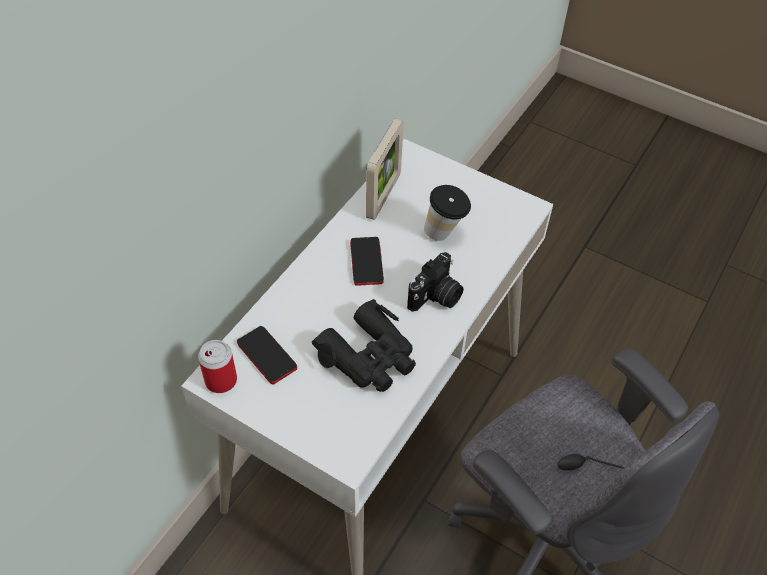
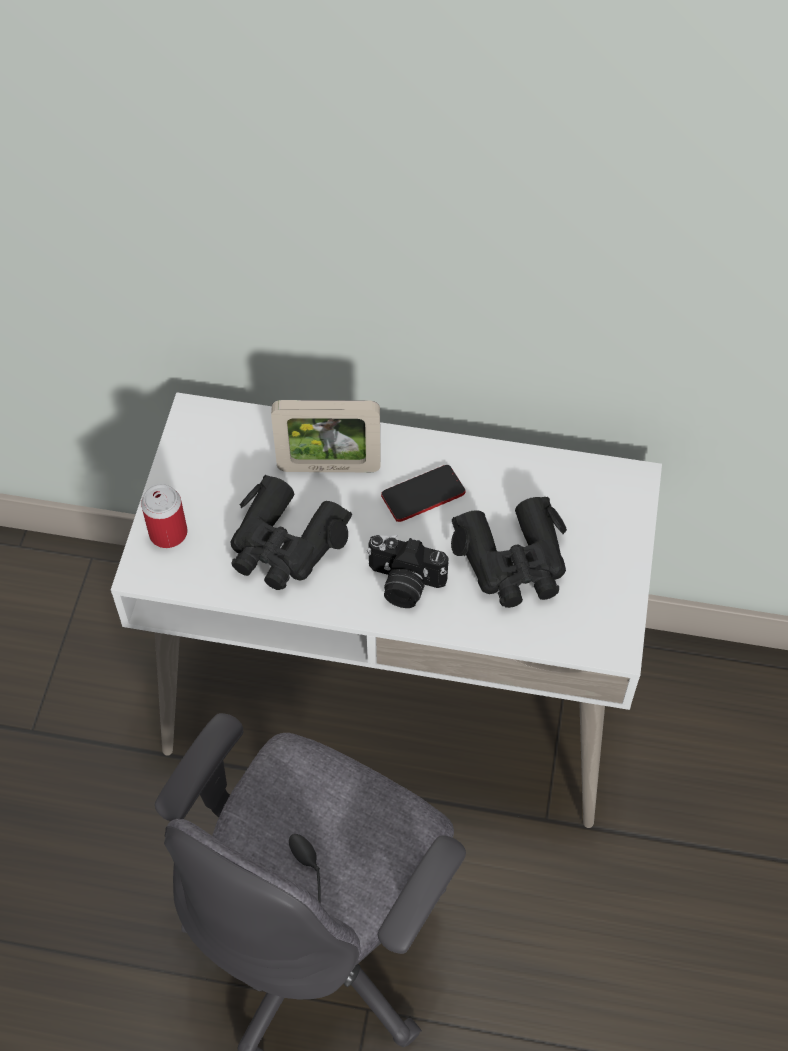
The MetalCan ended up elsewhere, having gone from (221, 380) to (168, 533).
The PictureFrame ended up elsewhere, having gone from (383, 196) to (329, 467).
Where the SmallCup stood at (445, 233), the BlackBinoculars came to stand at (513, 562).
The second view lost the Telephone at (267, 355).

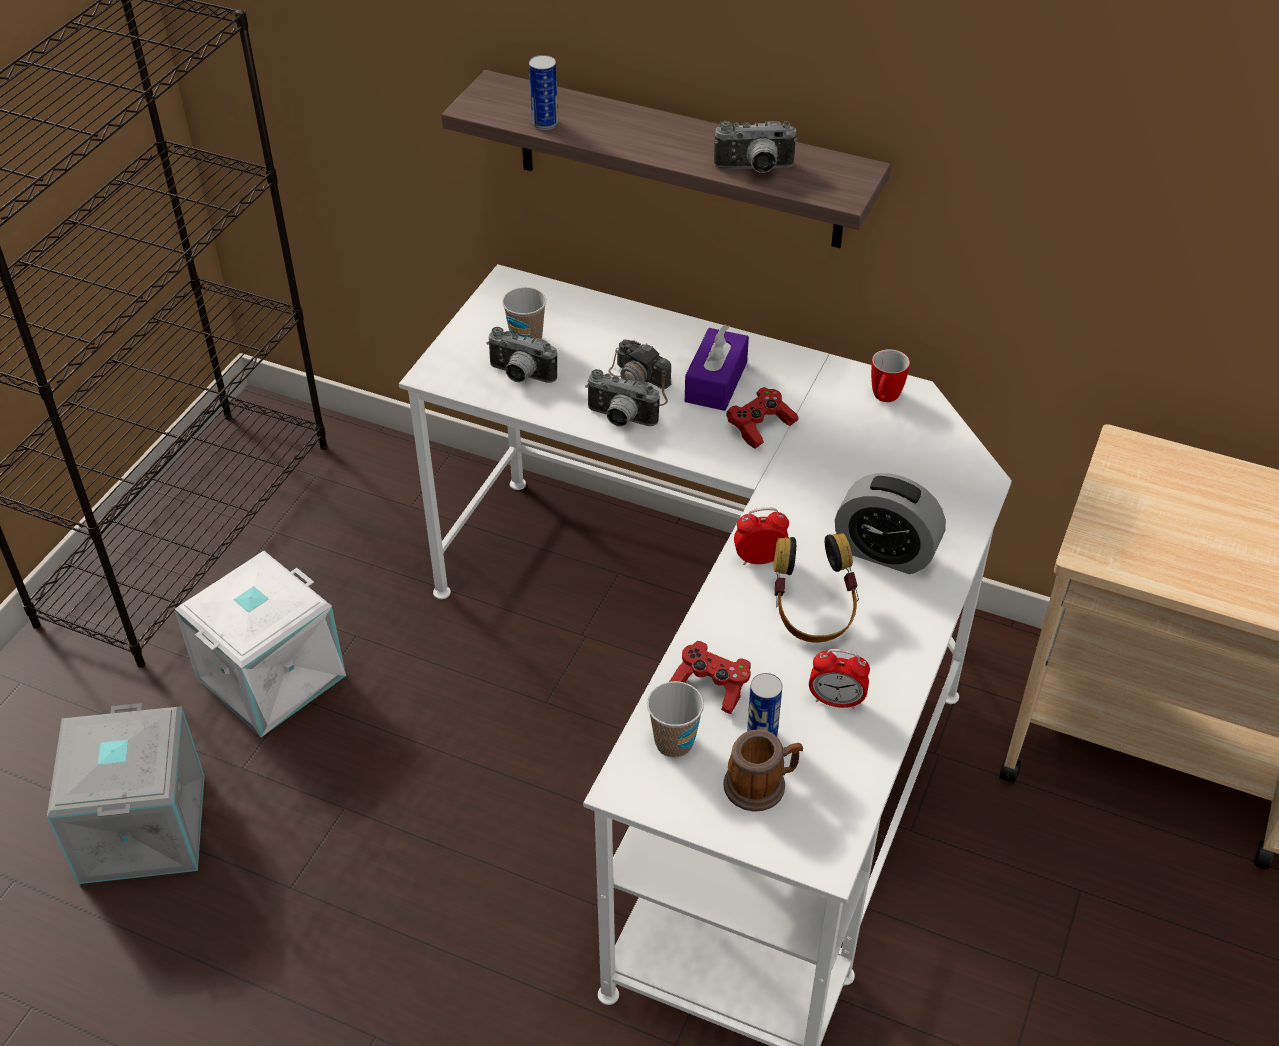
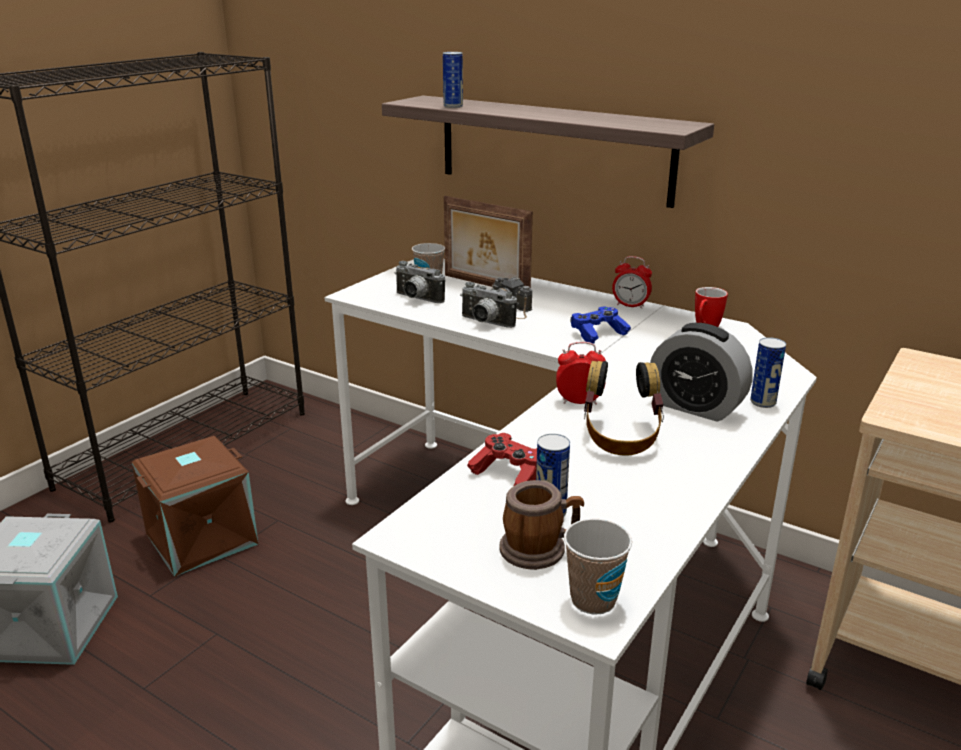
What was the WhitishStorageBox at (270, 675) turned into the BrownColouredStorageBox at (201, 537).
The second view gained the PictureFrame at (485, 285).
The SmallCup ended up elsewhere, having gone from (674, 743) to (593, 600).
What was the RedColouredGameController at (760, 426) turned into the BluishGameController at (598, 334).
The BedsideClock ended up elsewhere, having gone from (836, 701) to (630, 305).
The second view gained the MetalCan at (763, 402).
The second view lost the PurpleColouredTissueHolder at (716, 382).
The second view lost the StillCamera at (754, 170).

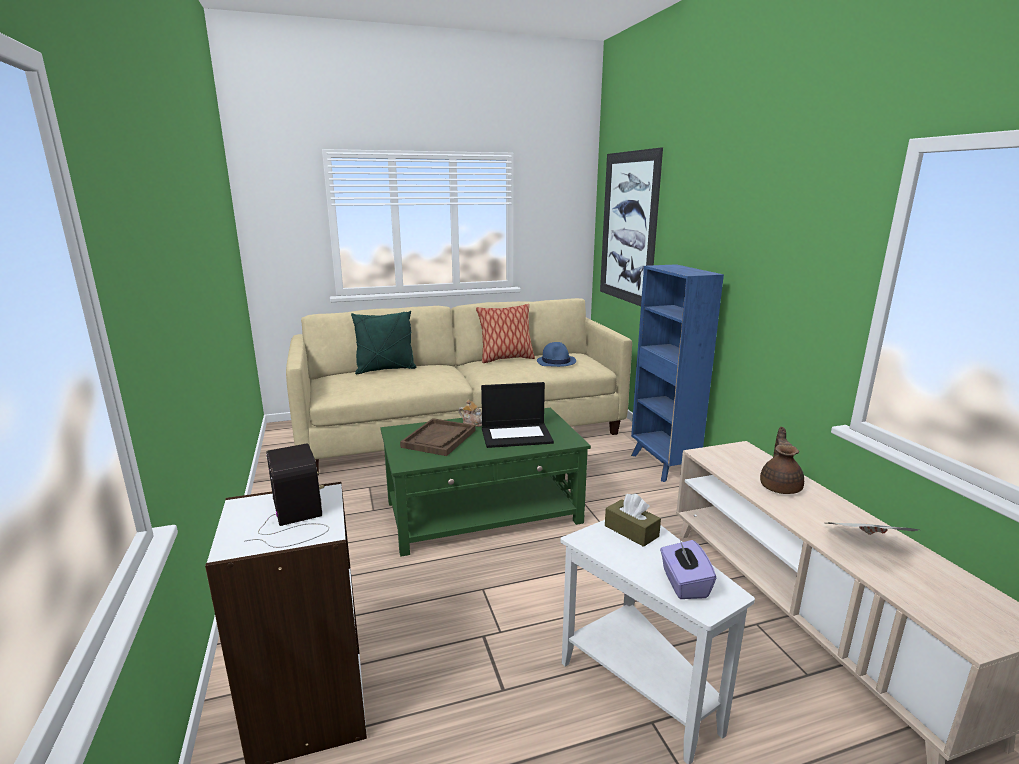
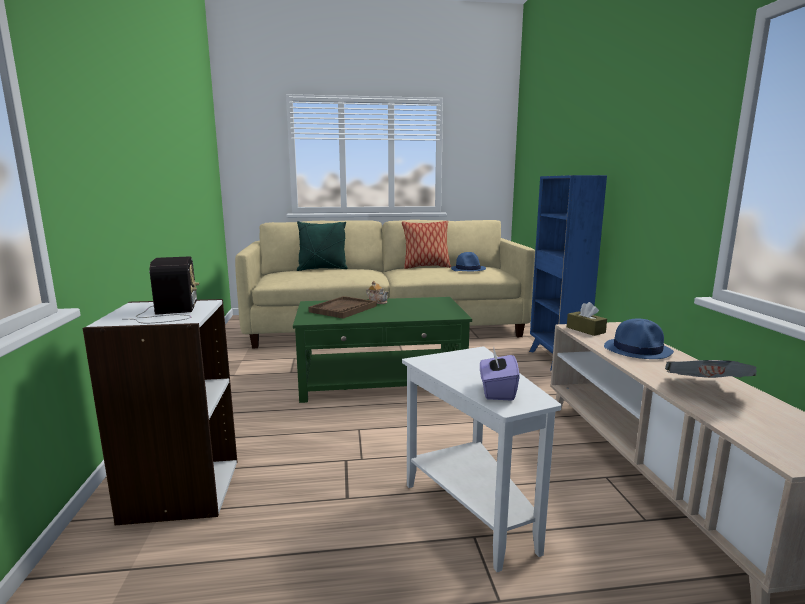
The BrownColouredTissueHolder ended up elsewhere, having gone from (631, 531) to (585, 330).
Where the BrownColouredPotForTea stood at (780, 486), the BluishWearableHat came to stand at (638, 350).
The second view lost the NotebookComputer at (517, 435).
The second view lost the WallArt at (628, 228).

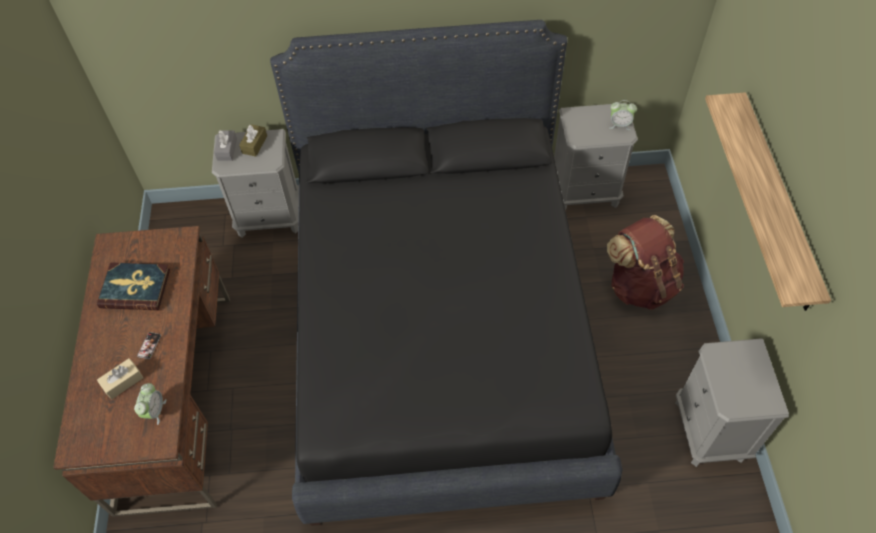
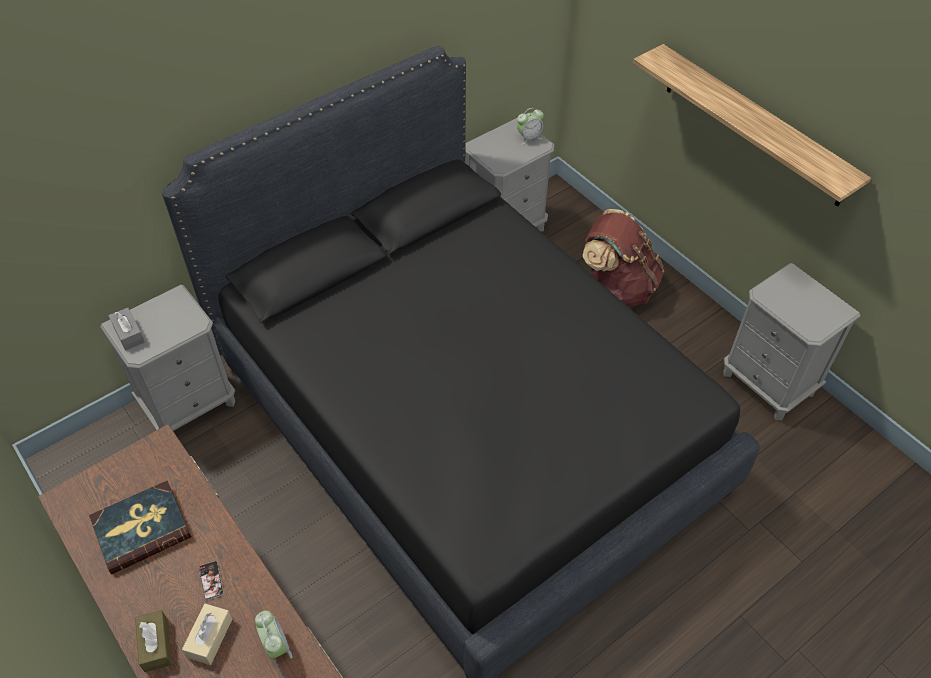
The BrownColouredTissueHolder ended up elsewhere, having gone from (254, 144) to (156, 645).

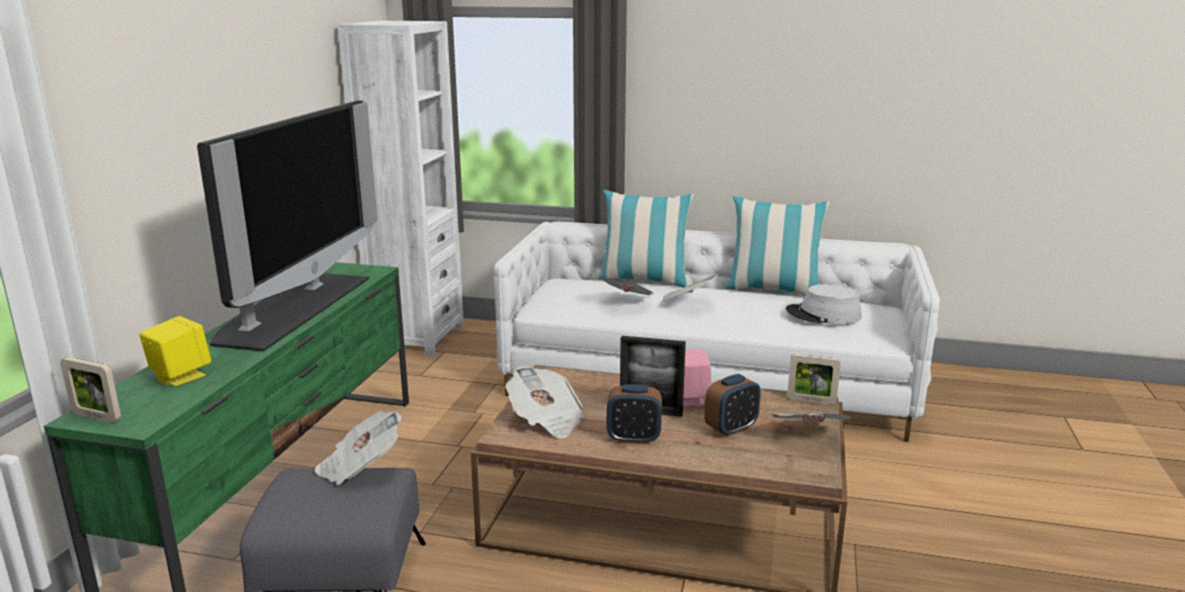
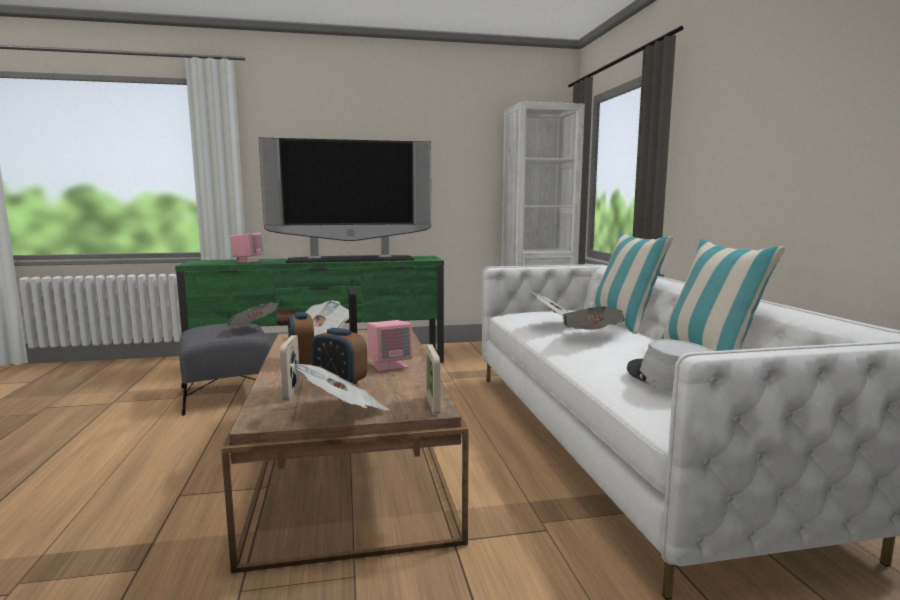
What was the YellowAudioSpeaker at (180, 376) turned into the PinkColouredAudioSpeaker at (248, 261).
The PictureFrame ended up elsewhere, having gone from (96, 417) to (291, 392).

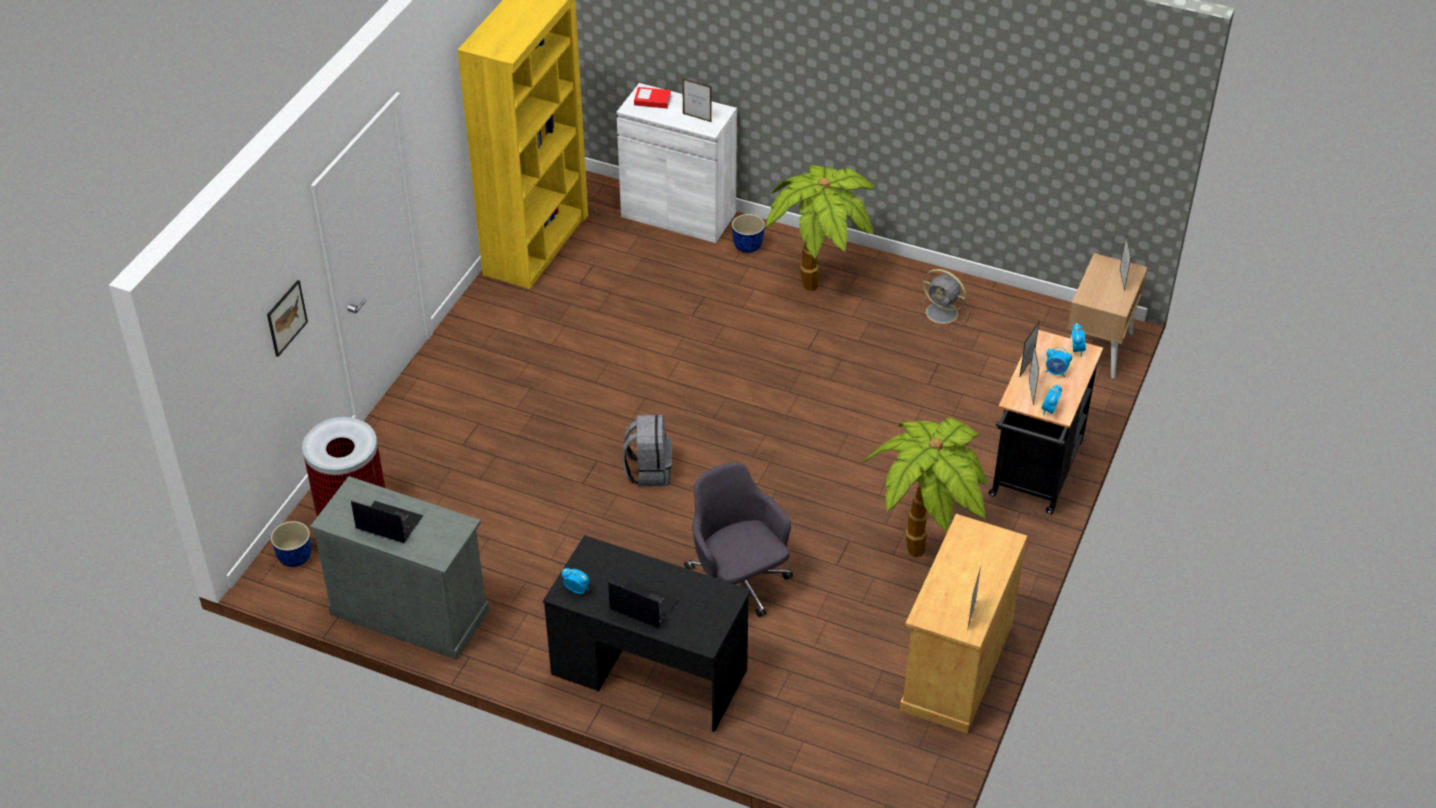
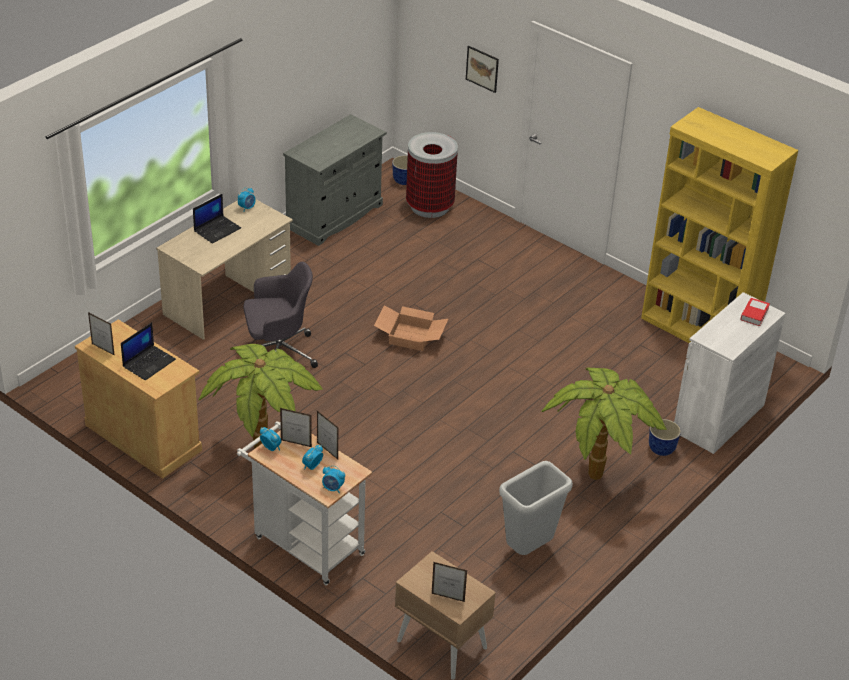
The NotebookComputer ended up elsewhere, having gone from (388, 523) to (149, 362).
What was the BlackDesk at (649, 672) turned into the BeigeColouredDesk at (228, 299).
What was the BlackCart at (1034, 475) turned into the WhitishCart at (304, 543).
Where the GrayRucksack stood at (649, 470), the PackingBox came to stand at (411, 336).
Where the GrayElectricFan stood at (943, 313), the GrayTrashCan came to stand at (529, 550).
The second view lost the PictureFrame at (697, 118).

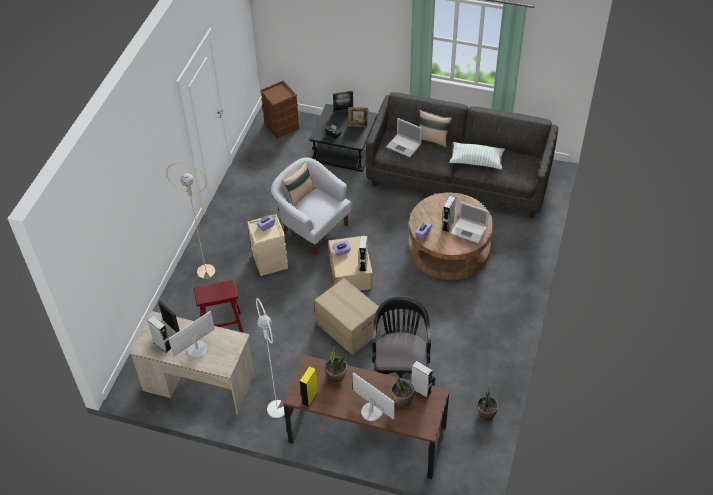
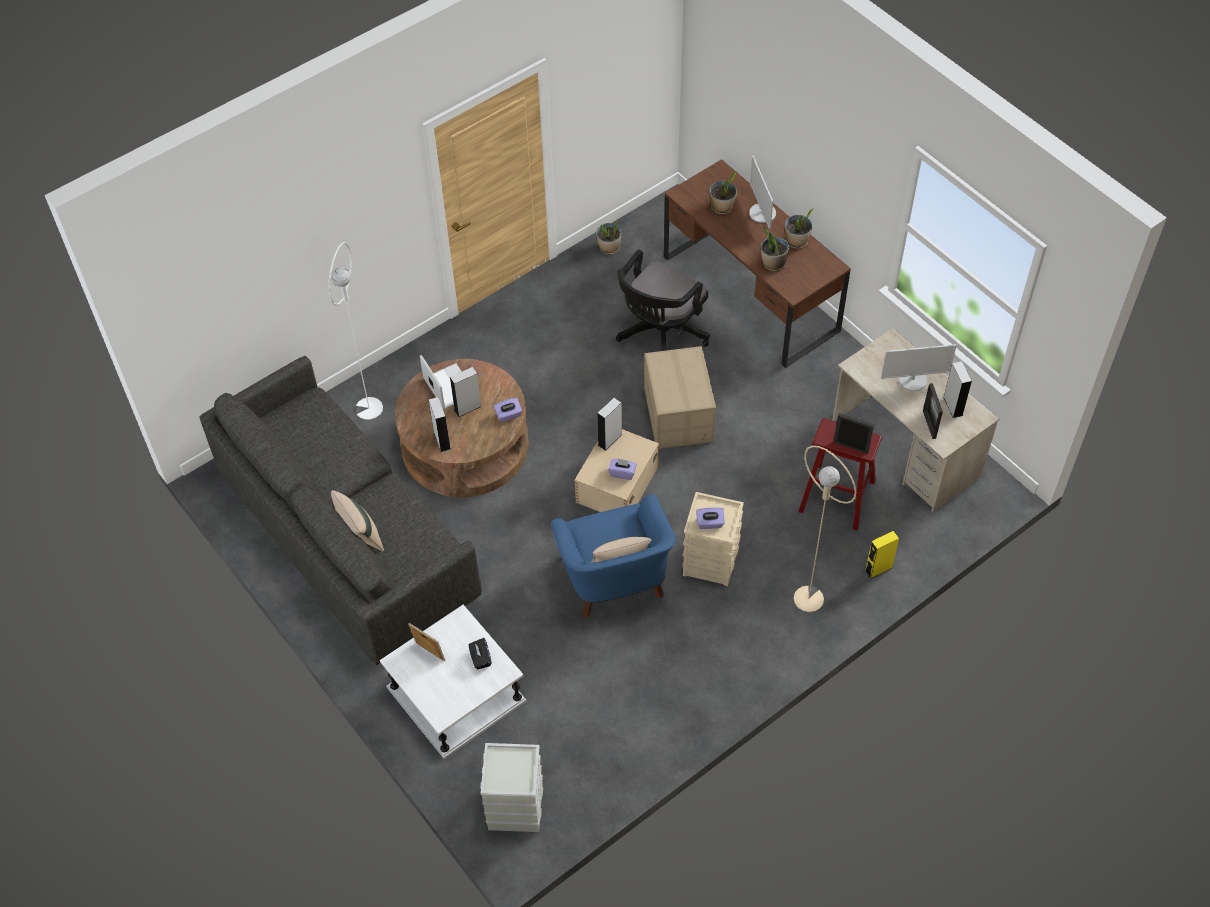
The WhitishStandardLamp ended up elsewhere, having gone from (277, 409) to (369, 408).
What was the BlackAccentTable at (344, 148) turned into the WhitishAccentTable at (456, 694).
The GrayAudioSpeaker ended up elsewhere, having gone from (421, 390) to (442, 440).
What was the BrownColouredStorageBox at (282, 126) turned into the GrayStorageBox at (514, 807).
What was the WhitishArmchair at (312, 227) turned into the BluishArmchair at (614, 581).
The second view gained the PottedPlant at (797, 241).
The PictureFrame ended up elsewhere, having gone from (343, 111) to (851, 446).
The YellowAudioSpeaker ended up elsewhere, having gone from (310, 397) to (878, 569).
The second view lost the NotebookComputer at (404, 146).
The second view lost the ThrowPillow at (476, 161).

